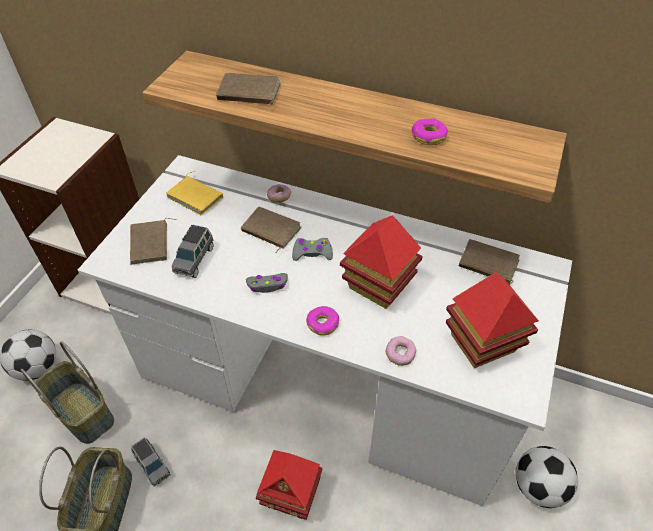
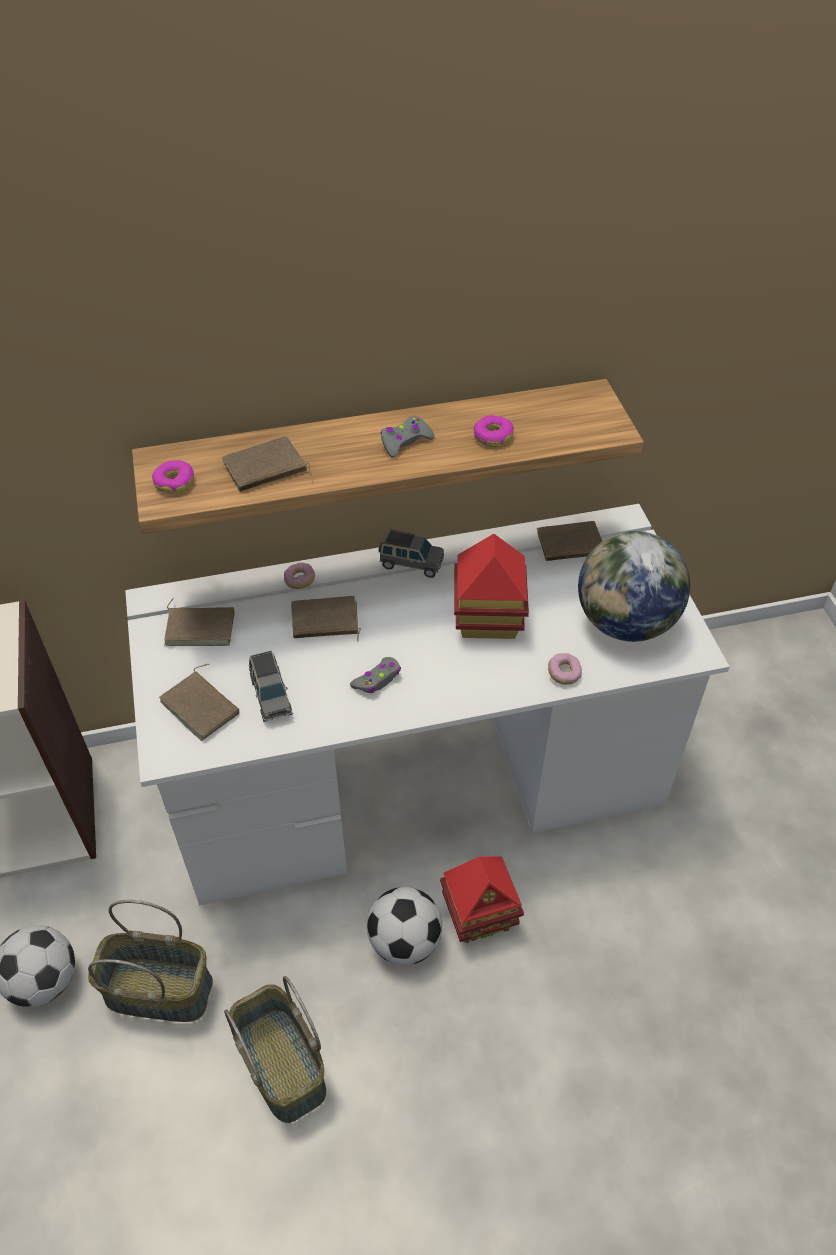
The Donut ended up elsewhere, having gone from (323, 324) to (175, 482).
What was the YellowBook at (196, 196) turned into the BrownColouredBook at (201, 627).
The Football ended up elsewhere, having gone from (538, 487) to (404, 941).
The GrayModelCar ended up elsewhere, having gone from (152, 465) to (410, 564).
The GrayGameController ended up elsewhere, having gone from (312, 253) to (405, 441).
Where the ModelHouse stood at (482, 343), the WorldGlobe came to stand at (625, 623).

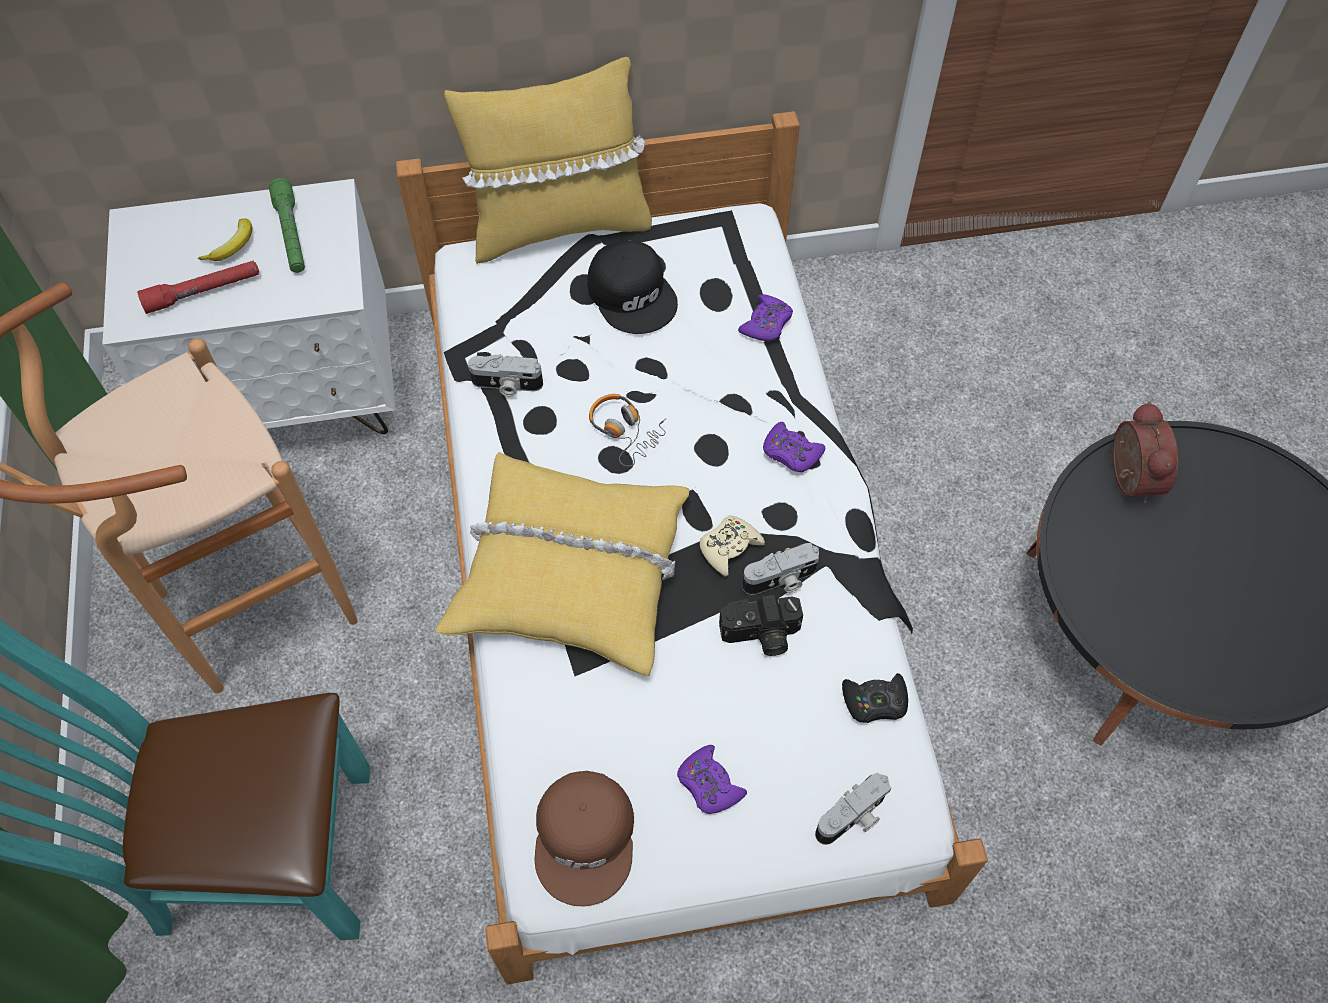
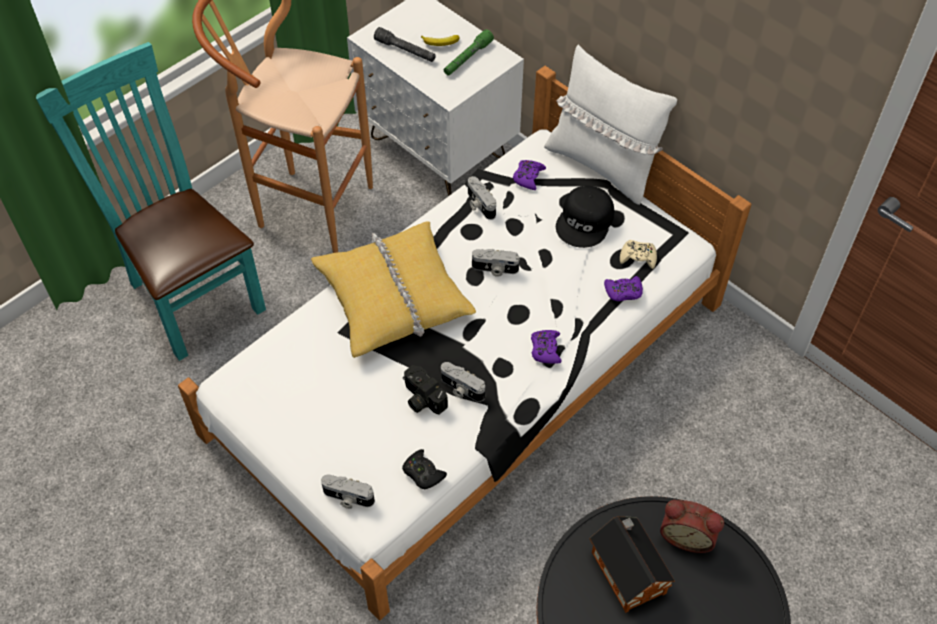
What was the RedColouredHandTorch at (203, 292) turned into the GrayHandTorch at (405, 50).
Where the Headphones stood at (624, 431), the StillCamera came to stand at (495, 269).
The PurpleColouredGameController ended up elsewhere, having gone from (709, 784) to (528, 177).
What was the YellowThrowPillow at (558, 225) turned into the WhitishThrowPillow at (602, 165).
The second view gained the ModelHouse at (627, 569).
The BeigeColouredGameController ended up elsewhere, having gone from (729, 547) to (638, 257).
The BedsideClock at (1127, 477) ended up facing another way, 60 degrees clockwise from before.
The second view lost the BrownColouredCap at (586, 839).

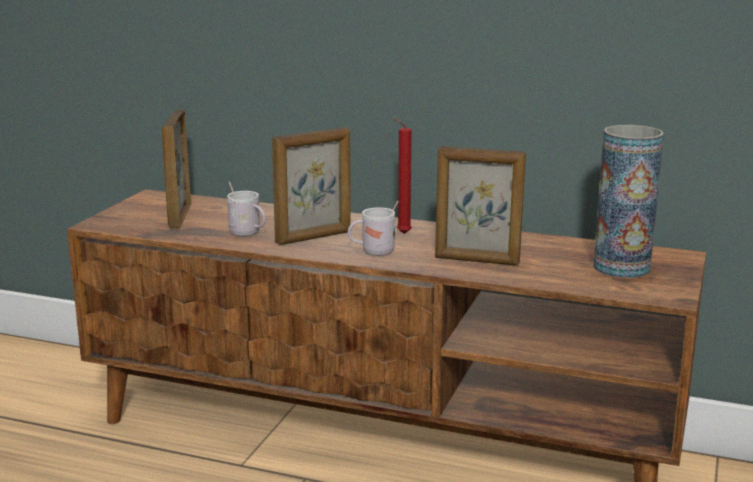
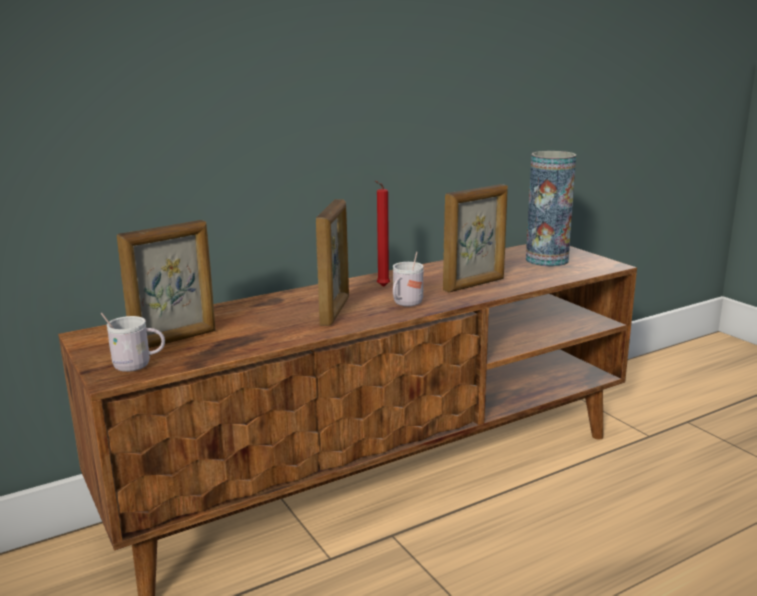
The WhitishMug ended up elsewhere, having gone from (248, 234) to (138, 366).
The PictureFrame at (179, 216) ended up facing another way, 75 degrees counterclockwise from before.

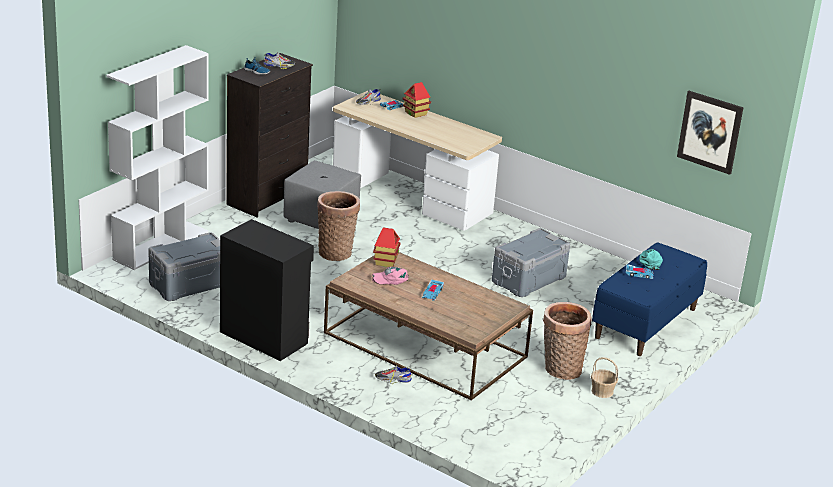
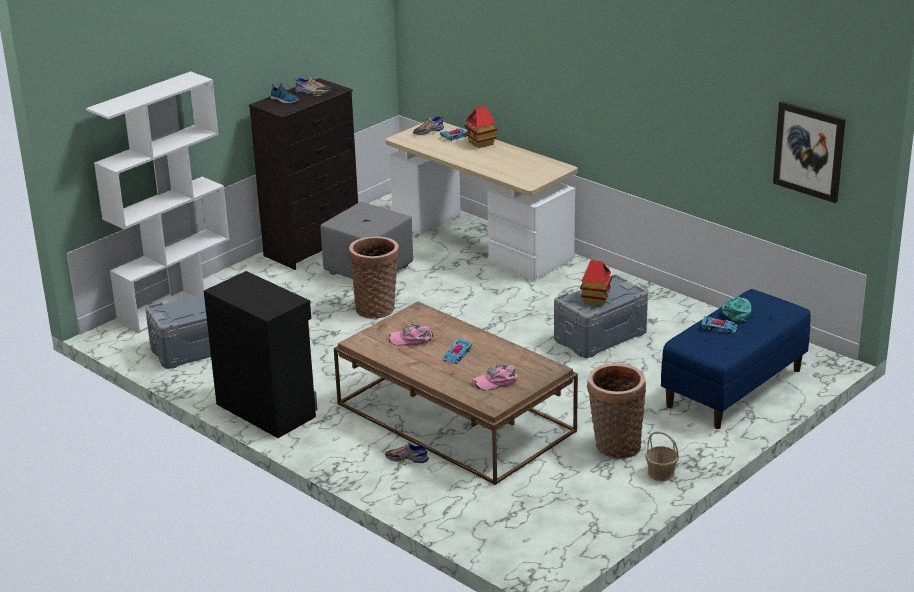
The second view gained the PinkColouredCap at (496, 381).
The ModelHouse ended up elsewhere, having gone from (385, 261) to (595, 299).

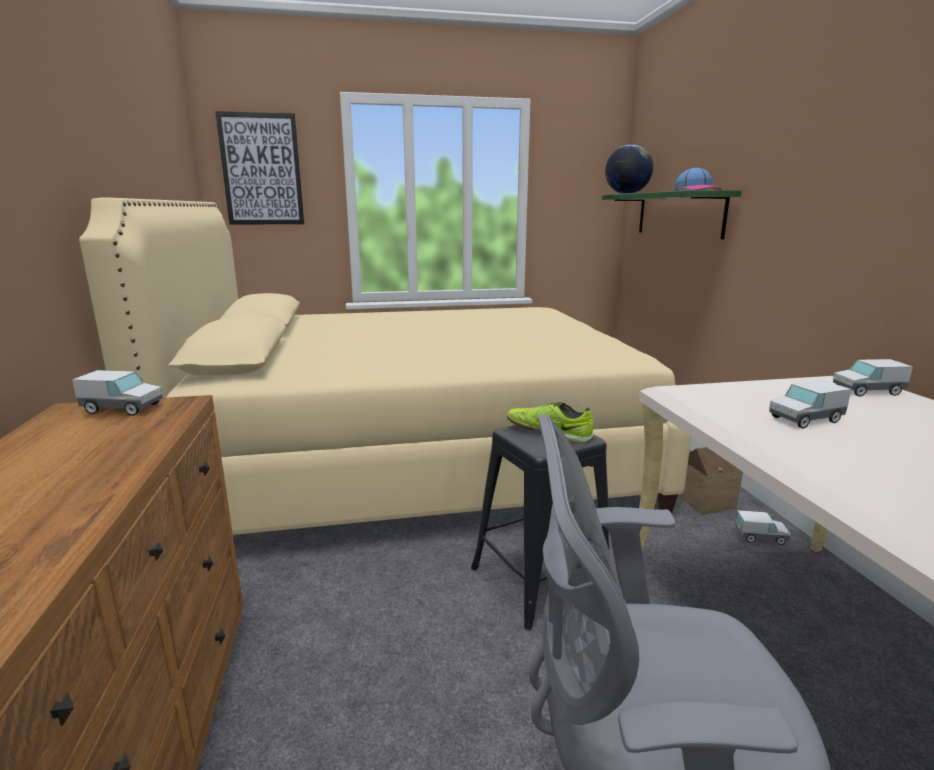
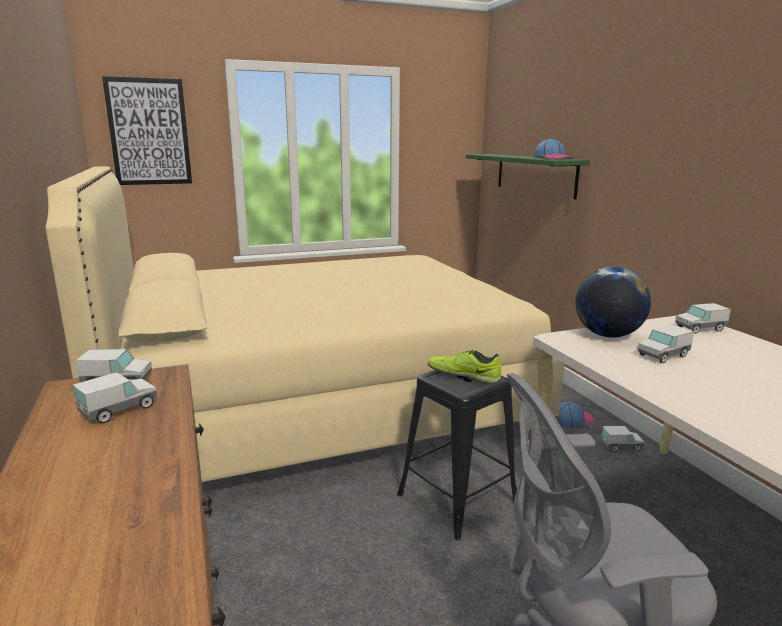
The second view gained the ToyLorry at (119, 410).
Where the ModelHouse stood at (703, 500), the Cap came to stand at (572, 419).
The WorldGlobe ended up elsewhere, having gone from (626, 194) to (607, 335).

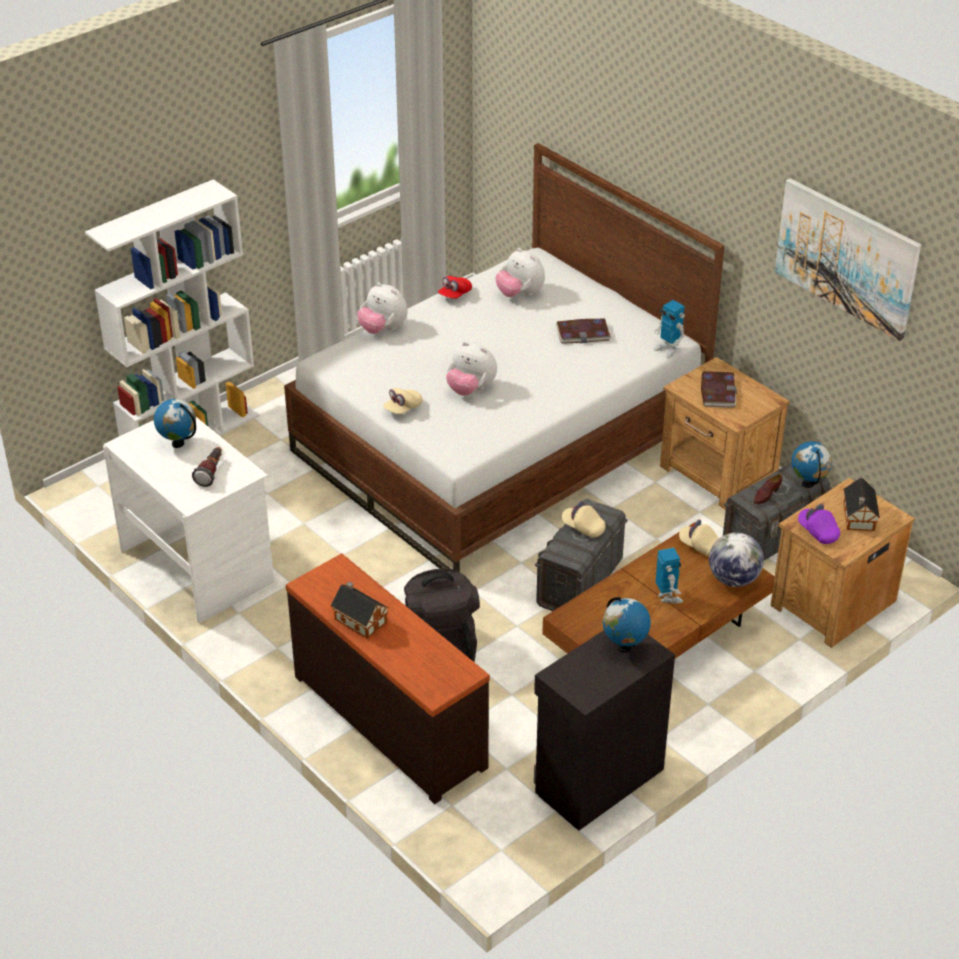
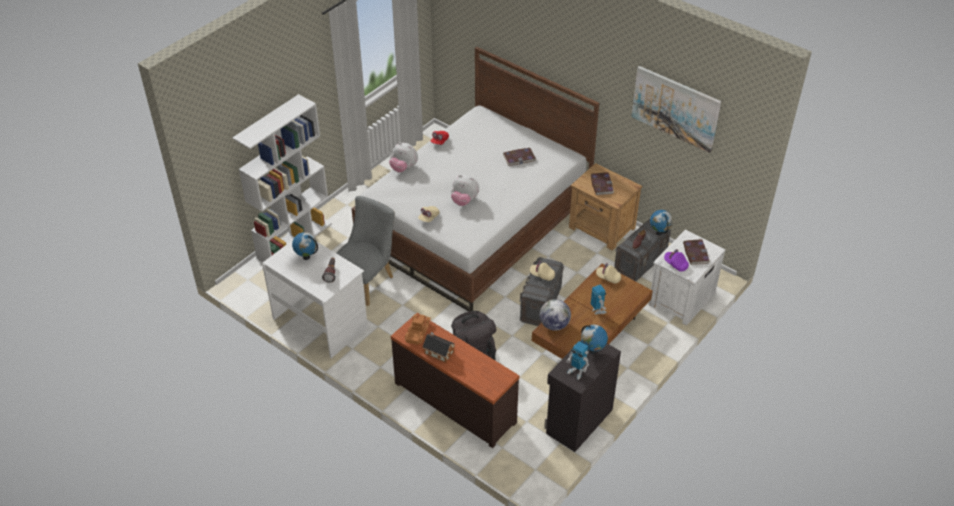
The second view gained the GrayPlainChair at (367, 281).
The second view gained the ToyLorry at (417, 332).
The WorldGlobe ended up elsewhere, having gone from (733, 579) to (554, 325).
The ModelRobot ended up elsewhere, having gone from (668, 350) to (576, 371).
What was the BrownColouredBedsideTable at (831, 603) turned into the WhitishBedsideTable at (680, 299).
Where the ModelHouse stood at (858, 518), the Book came to stand at (695, 253).
The second view lost the CuddlyToy at (520, 294).

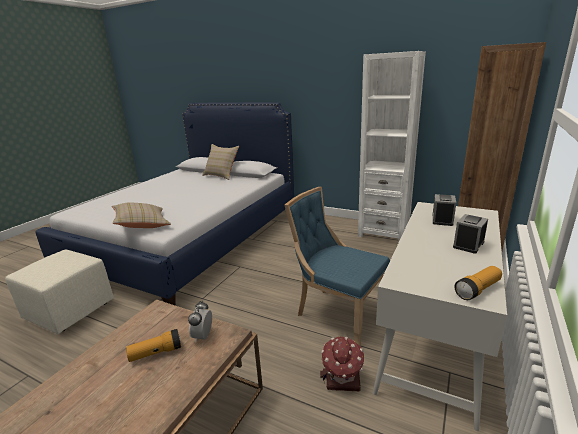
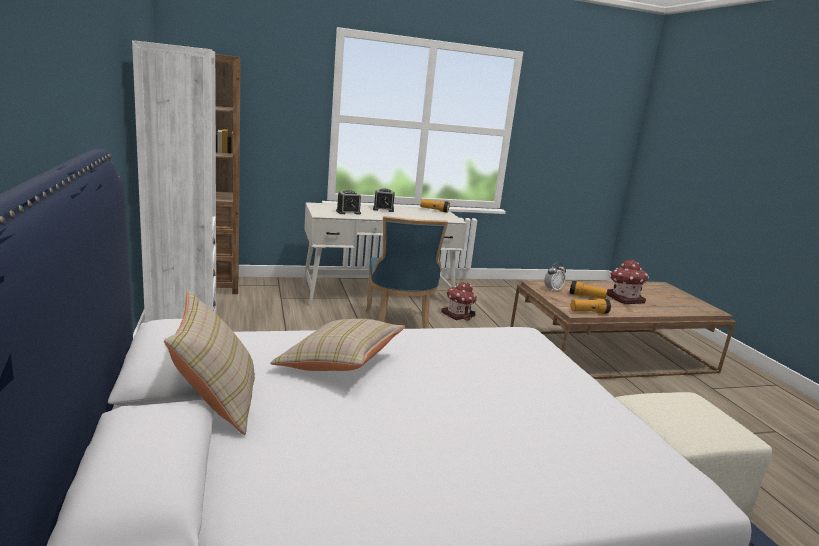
The BeigeColouredThrowPillow ended up elsewhere, having gone from (142, 225) to (339, 363).
The second view gained the HandTorch at (588, 312).
The second view gained the ModelHouse at (624, 298).

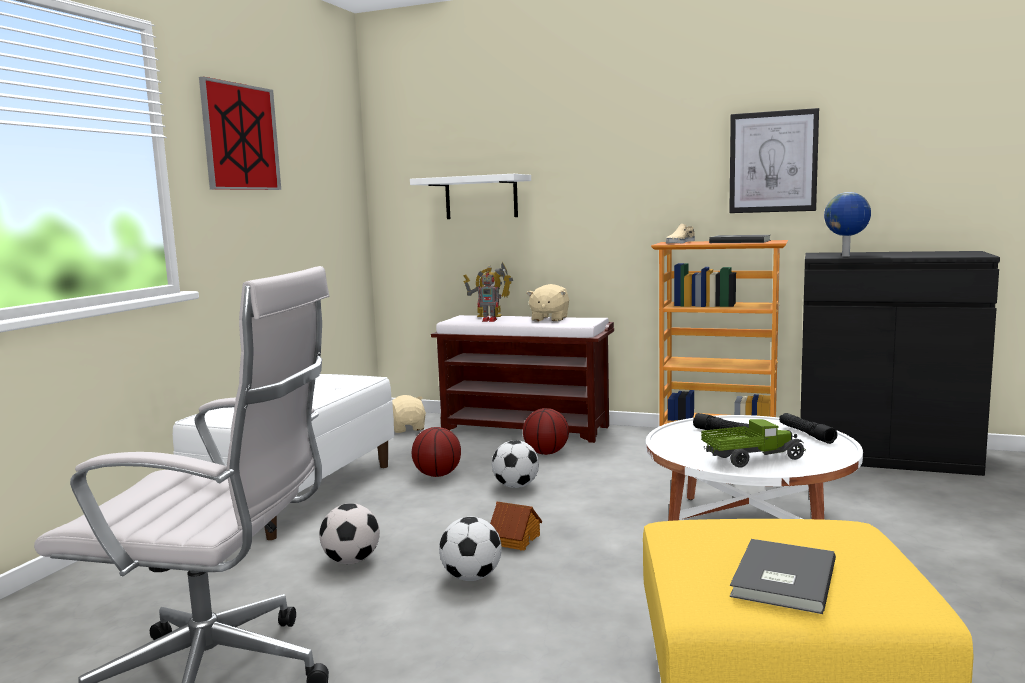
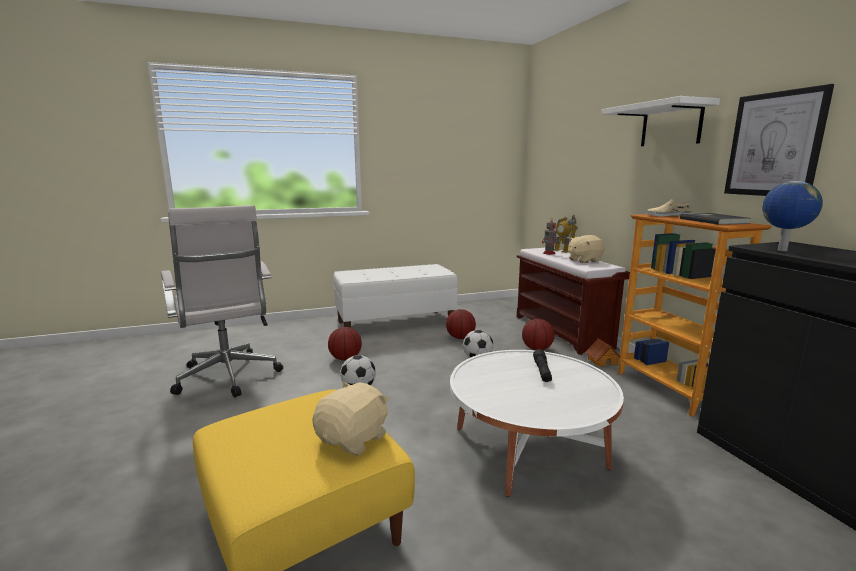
The BeigeColouredCuddlyToy ended up elsewhere, having gone from (408, 428) to (354, 439).
Where the Football stood at (351, 561), the BallForBasketball came to stand at (345, 358).
The ModelHouse ended up elsewhere, having gone from (514, 539) to (602, 361).
The WhitishWallShelf ended up elsewhere, having gone from (481, 197) to (671, 125).
The second view lost the WallArt at (240, 137).
The second view lost the ToyLorry at (752, 459).
The second view lost the GrayBook at (780, 579).
The second view lost the BlackHandTorch at (806, 434).

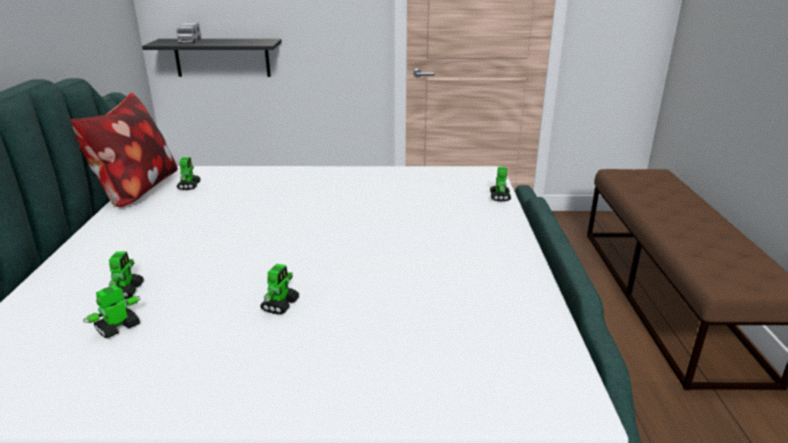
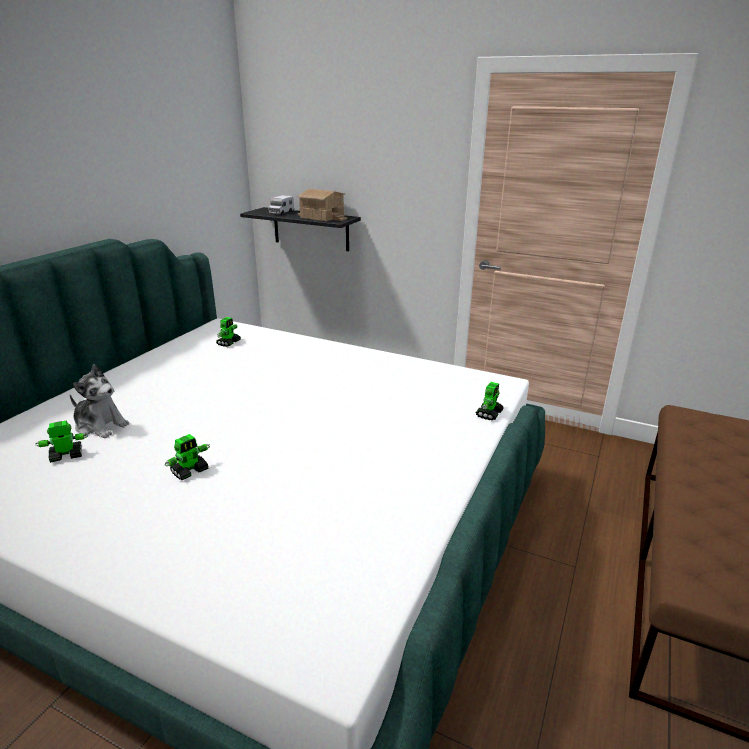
Where the ModelRobot stood at (126, 290), the CuddlyToy came to stand at (100, 426).
The second view gained the ModelHouse at (322, 217).
The second view lost the ThrowPillow at (136, 191).

